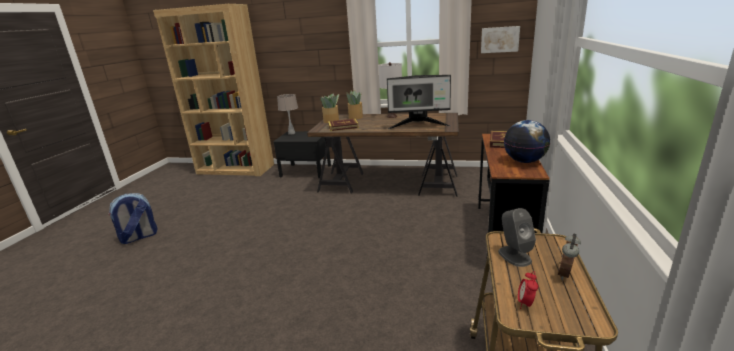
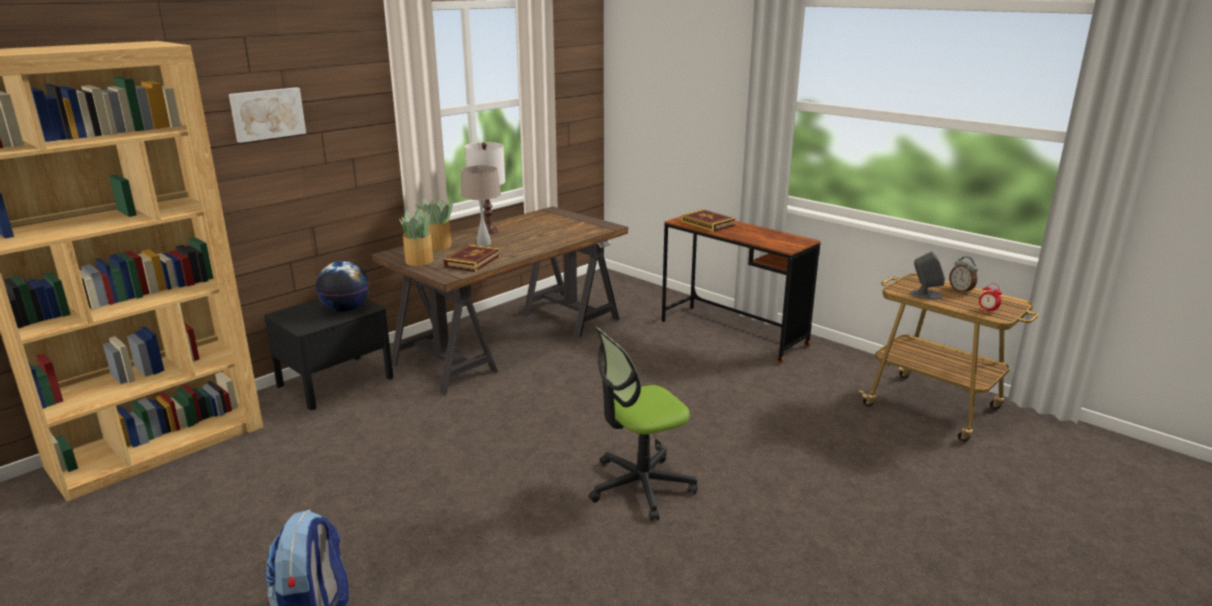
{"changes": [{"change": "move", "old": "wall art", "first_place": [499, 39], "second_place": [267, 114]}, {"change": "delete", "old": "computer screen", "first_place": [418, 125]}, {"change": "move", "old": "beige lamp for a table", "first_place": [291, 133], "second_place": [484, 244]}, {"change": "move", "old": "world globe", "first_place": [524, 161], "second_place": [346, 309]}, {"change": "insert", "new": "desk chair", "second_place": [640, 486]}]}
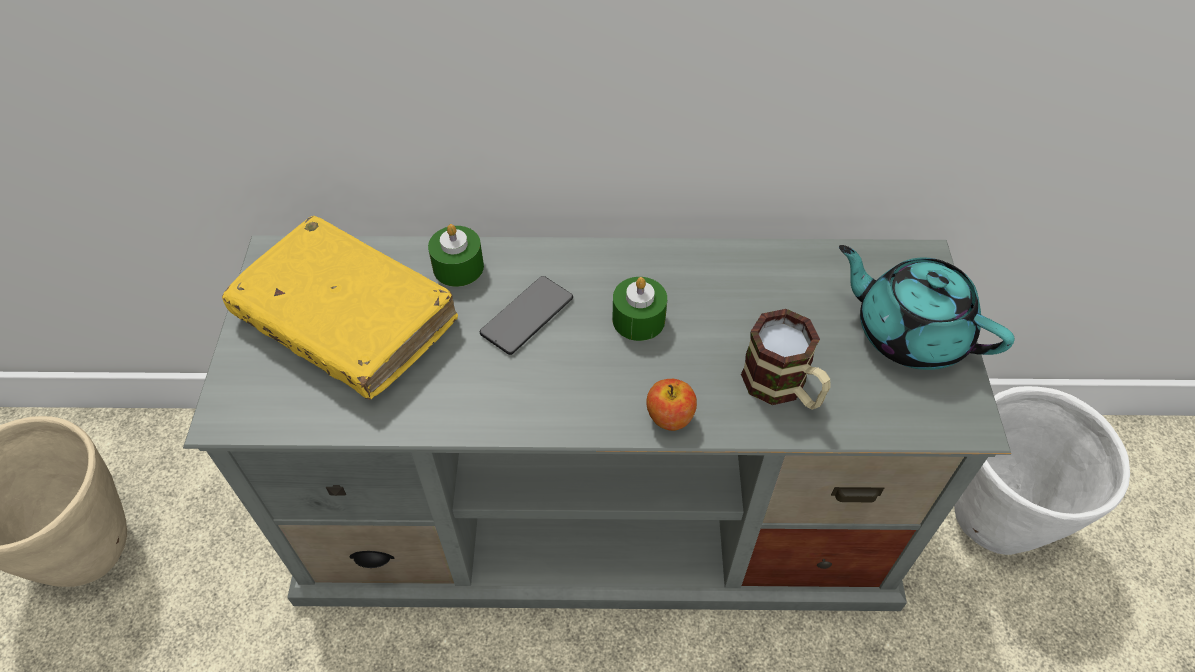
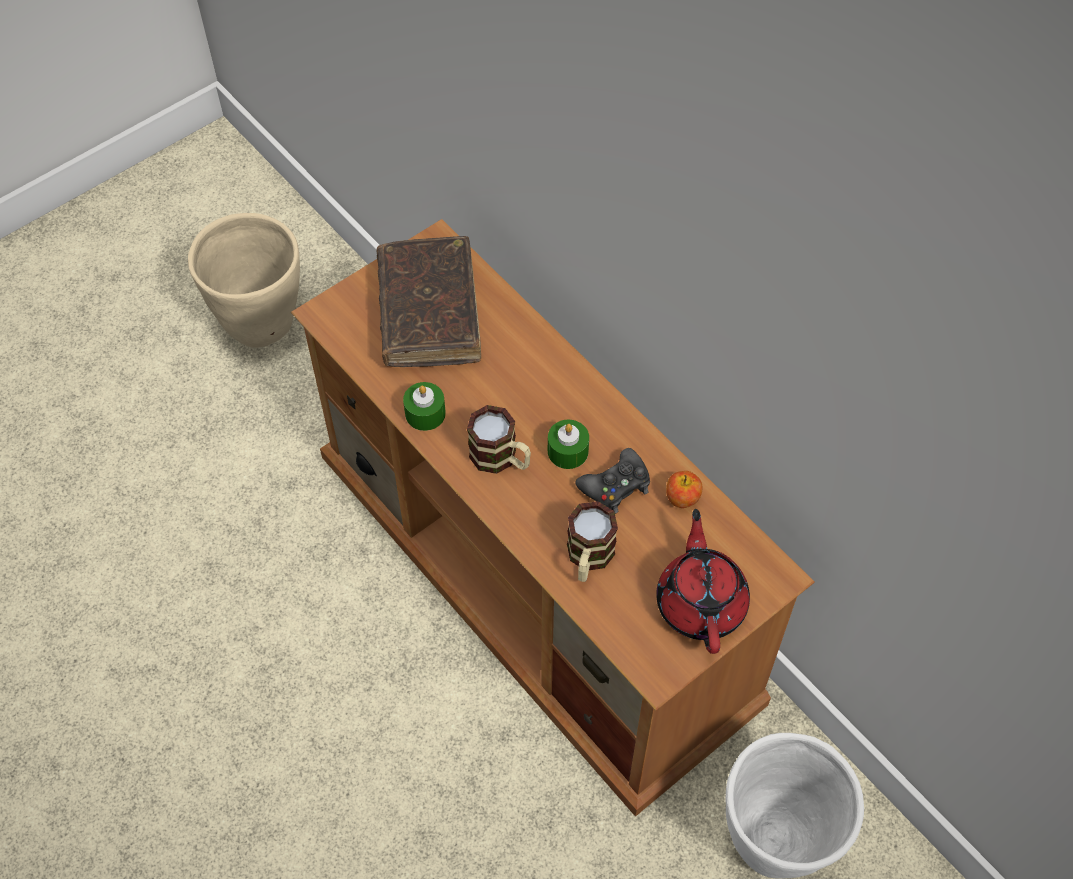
{"changes": [{"change": "recolor", "old": "yellow book", "new": "brownish book", "first_place": [346, 319], "second_place": [429, 312]}, {"change": "move", "old": "green-coloured candle", "first_place": [458, 267], "second_place": [425, 413]}, {"change": "recolor", "old": "gray tv unit", "new": "brownish tv unit", "first_place": [602, 510], "second_place": [539, 576]}, {"change": "recolor", "old": "turquoise-coloured tea pot", "new": "reddish tea pot", "first_place": [909, 332], "second_place": [701, 602]}, {"change": "delete", "old": "handset", "first_place": [527, 316]}, {"change": "move", "old": "whole apple", "first_place": [669, 417], "second_place": [682, 498]}, {"change": "insert", "new": "coffee mug", "second_place": [501, 458]}, {"change": "insert", "new": "black game controller", "second_place": [616, 486]}]}
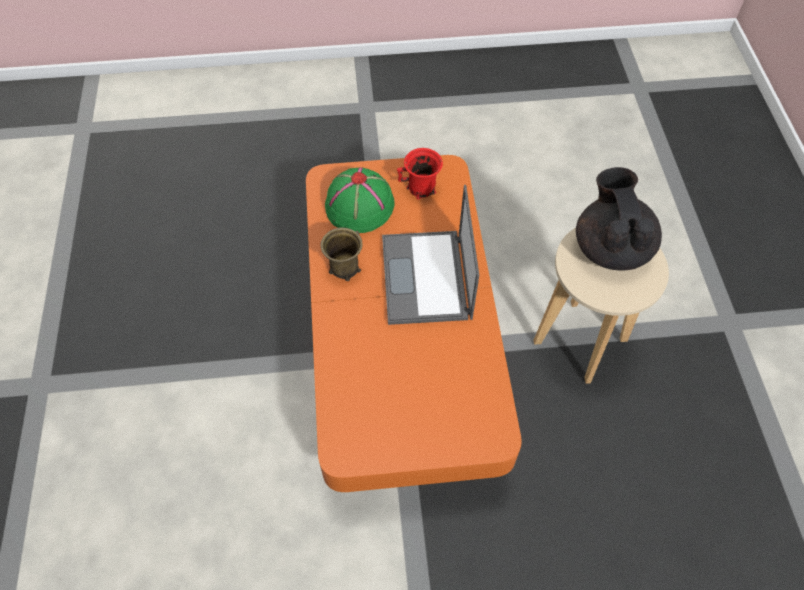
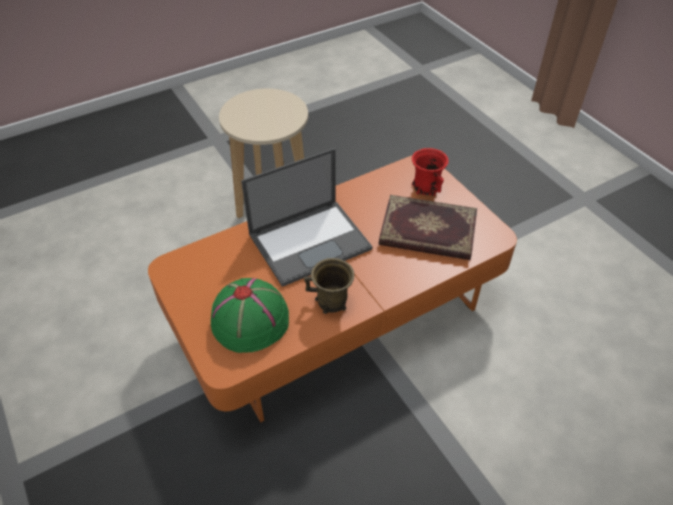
{"changes": [{"change": "move", "old": "reddish coffee mug", "first_place": [422, 188], "second_place": [426, 187]}, {"change": "delete", "old": "black tea pot", "first_place": [611, 247]}, {"change": "insert", "new": "book", "second_place": [427, 232]}]}
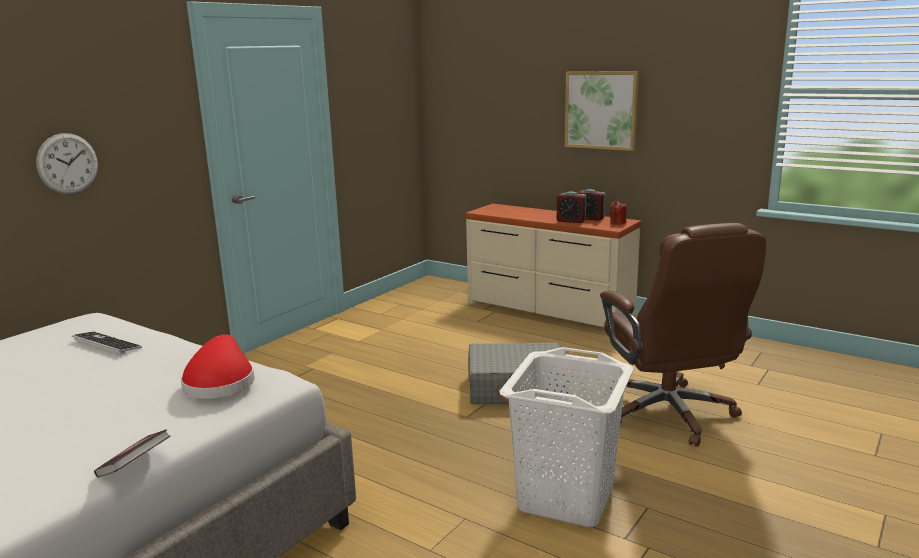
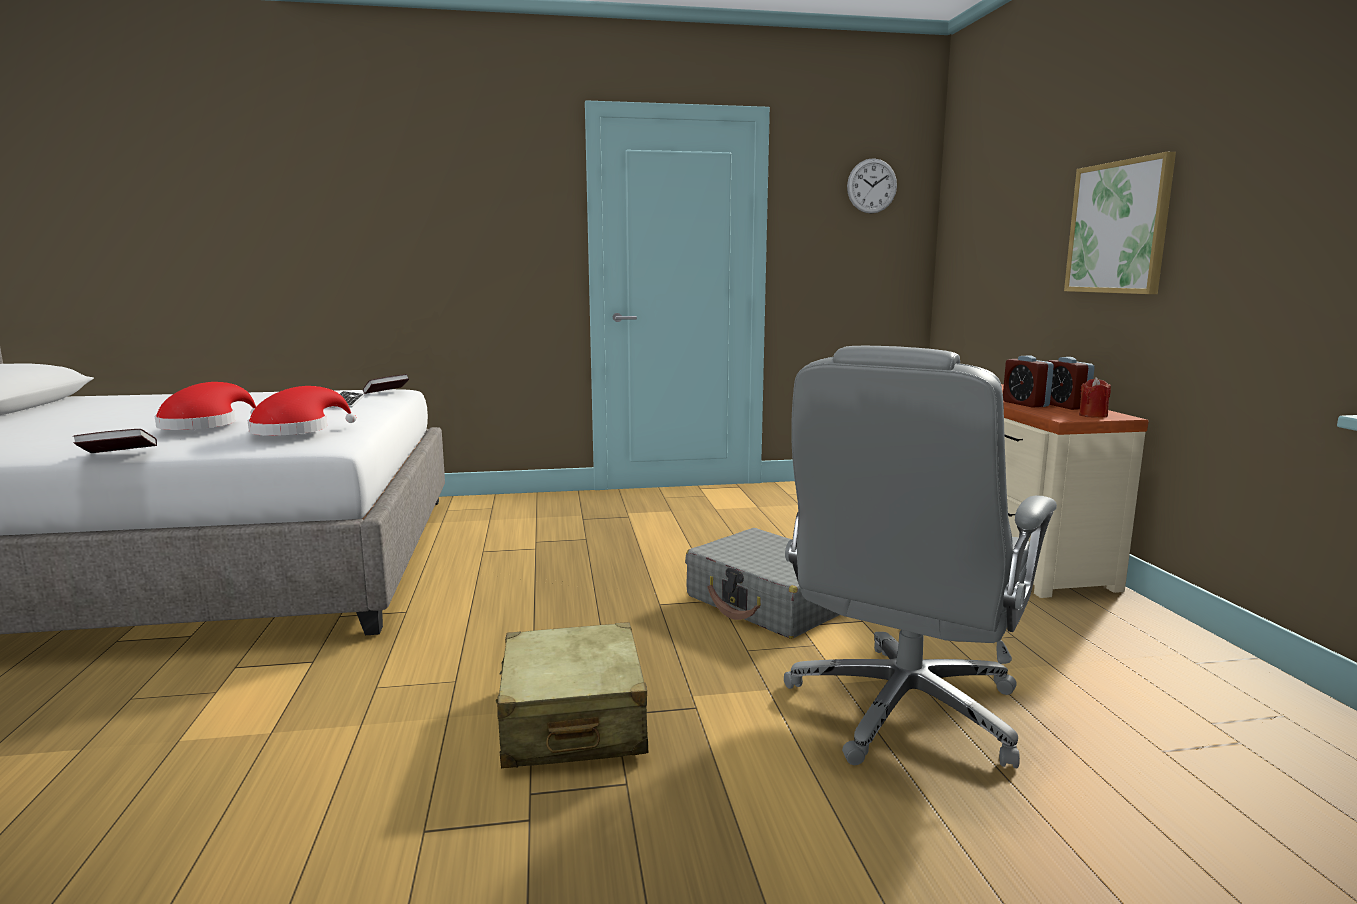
{"changes": [{"change": "move", "old": "wall clock", "first_place": [67, 163], "second_place": [872, 186]}, {"change": "recolor", "old": "brownish desk chair", "new": "gray desk chair", "first_place": [669, 414], "second_place": [903, 711]}, {"change": "replace", "old": "white laundry basket", "new": "beige suitcase", "first_place": [567, 498], "second_place": [572, 720]}, {"change": "insert", "new": "book", "second_place": [386, 393]}, {"change": "insert", "new": "reddish hat", "second_place": [204, 425]}]}
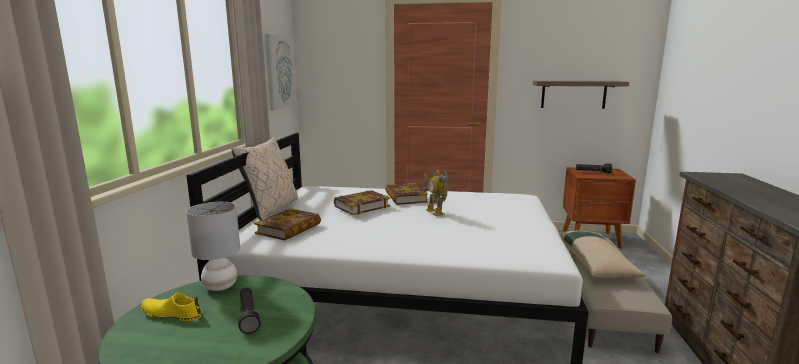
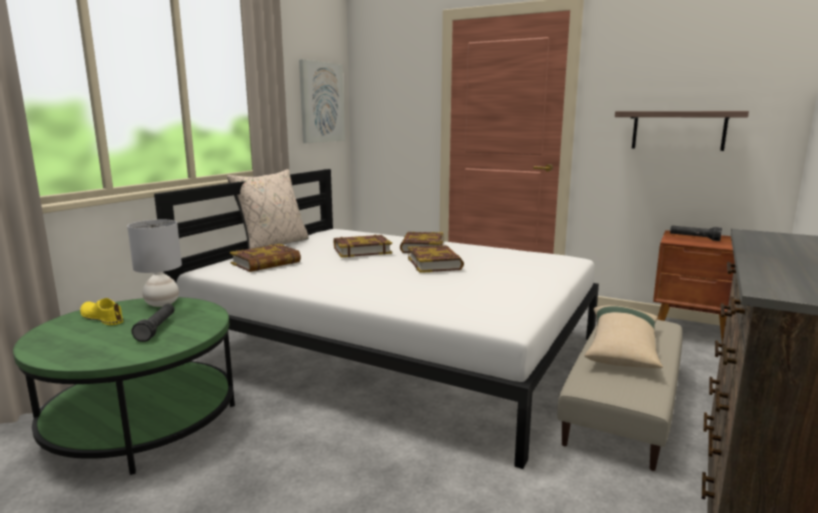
{"changes": [{"change": "replace", "old": "robot figure", "new": "book", "first_place": [434, 212], "second_place": [434, 263]}]}
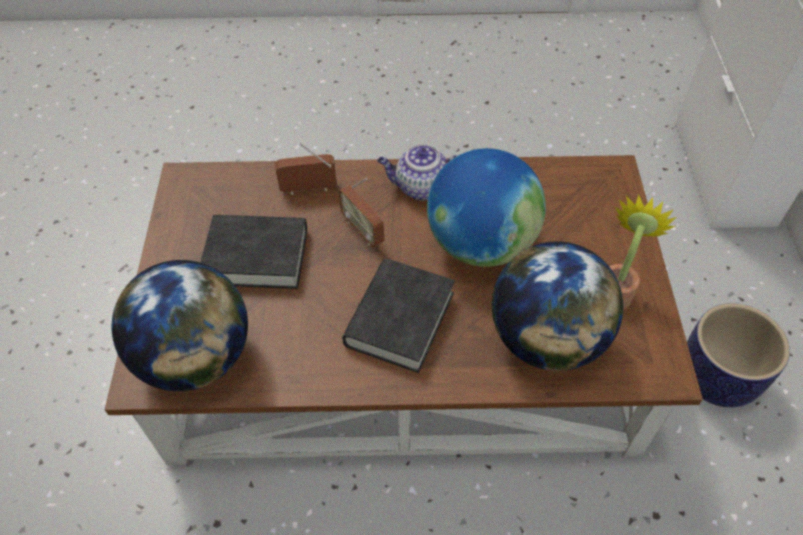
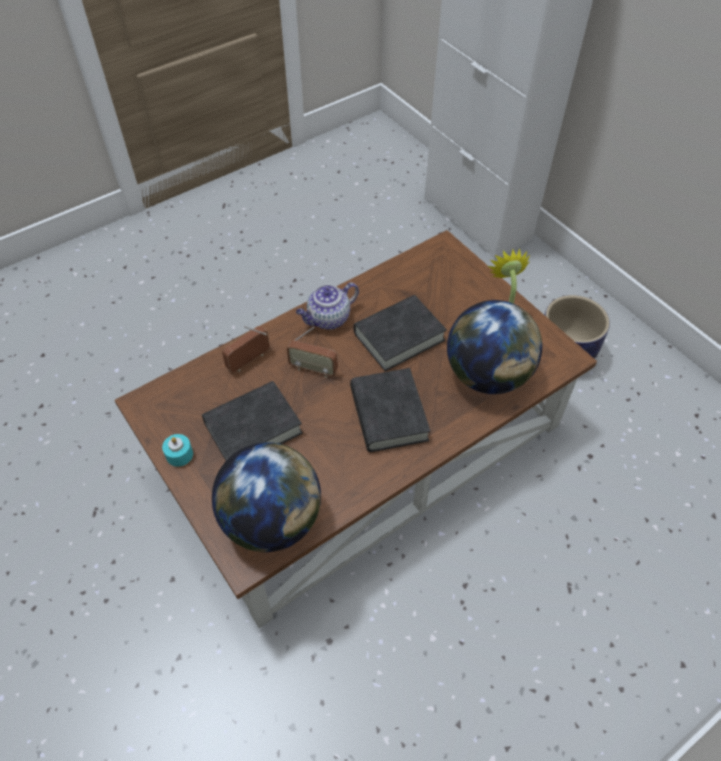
{"changes": [{"change": "replace", "old": "world globe", "new": "black book", "first_place": [480, 243], "second_place": [399, 337]}, {"change": "insert", "new": "turquoise-coloured candle", "second_place": [179, 454]}]}
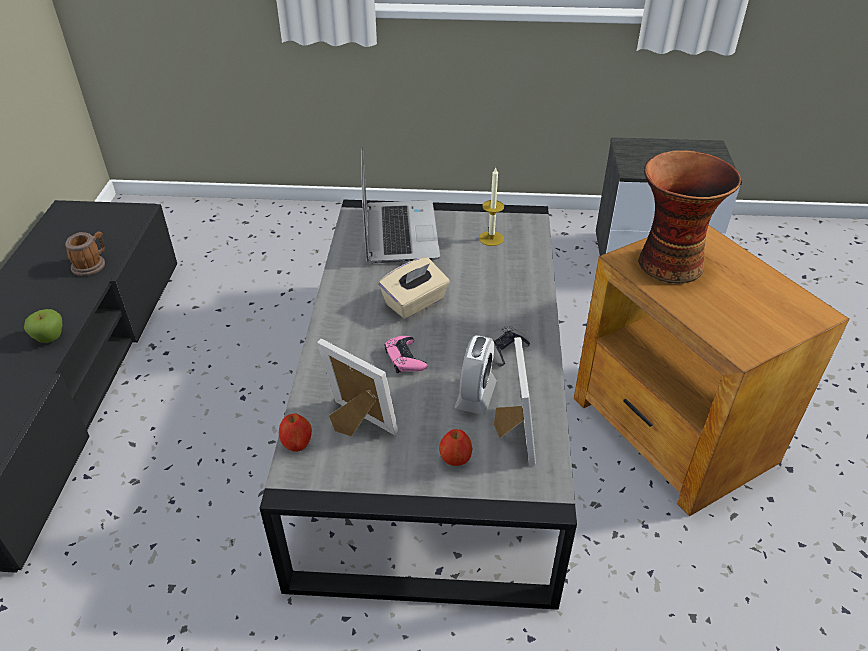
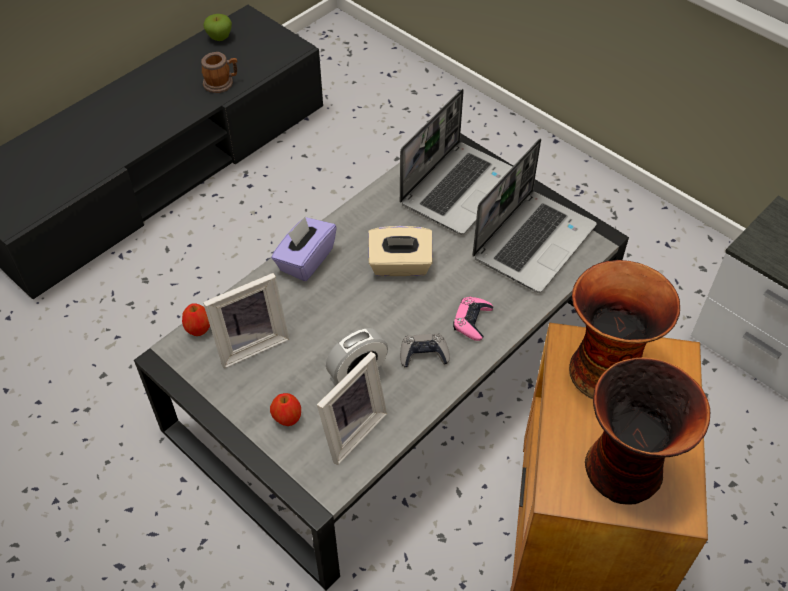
{"changes": [{"change": "replace", "old": "candle", "new": "portable computer", "first_place": [491, 238], "second_place": [533, 241]}, {"change": "move", "old": "whole apple", "first_place": [50, 338], "second_place": [219, 38]}, {"change": "move", "old": "pinkish game controller", "first_place": [405, 358], "second_place": [472, 321]}, {"change": "rotate", "old": "photo frame", "first_place": [356, 425], "second_place": [250, 342], "degrees": 75}, {"change": "insert", "new": "purple-coloured tissue box", "second_place": [305, 260]}, {"change": "insert", "new": "vase", "second_place": [626, 471]}]}
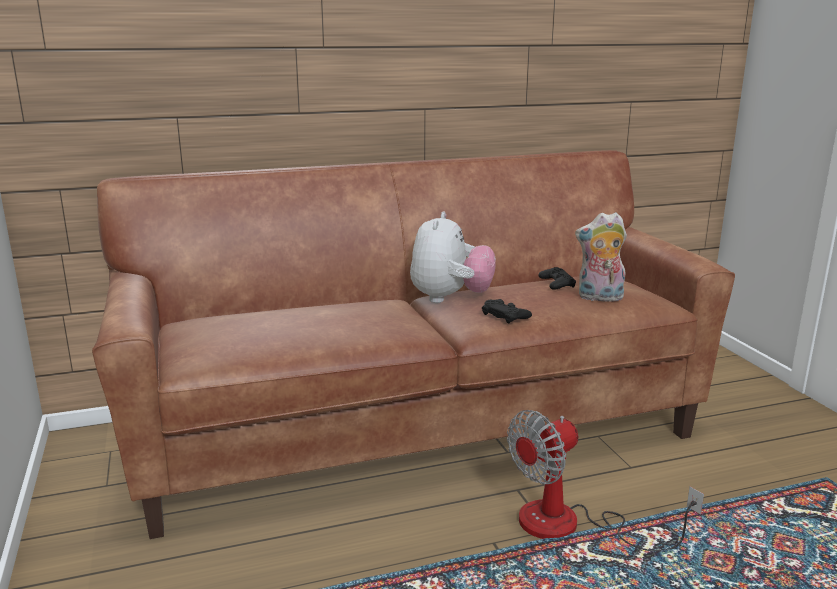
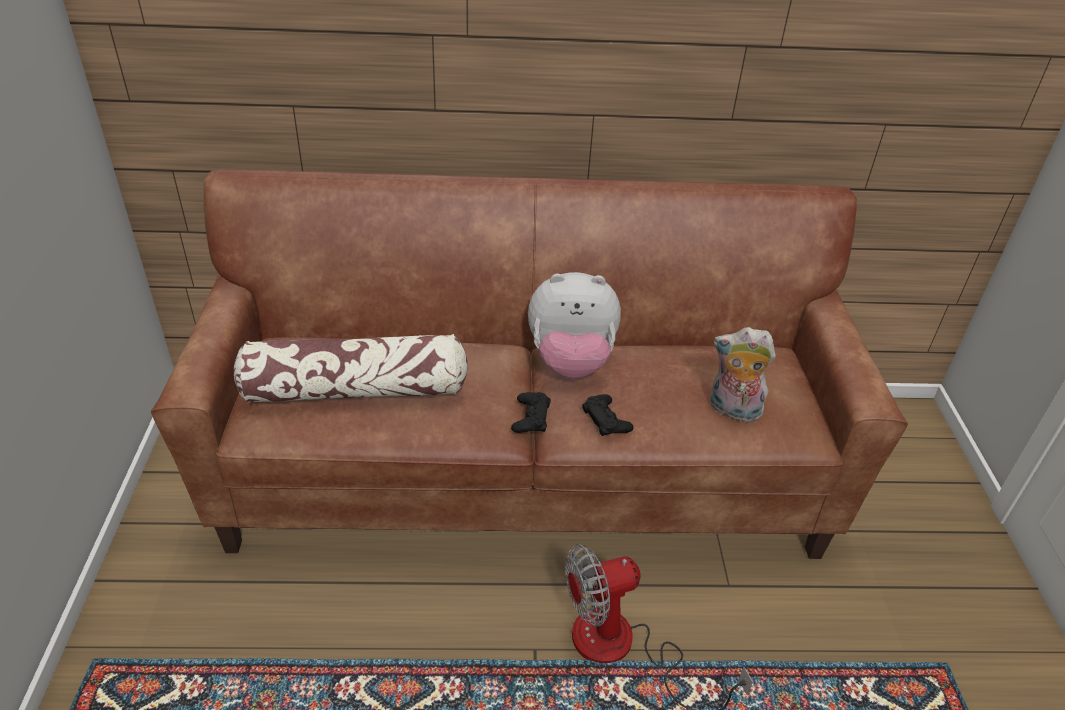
{"changes": [{"change": "rotate", "old": "soft toy", "first_place": [450, 298], "second_place": [570, 362], "degrees": 60}, {"change": "move", "old": "black game controller", "first_place": [556, 283], "second_place": [531, 417]}, {"change": "insert", "new": "pillow", "second_place": [356, 390]}]}
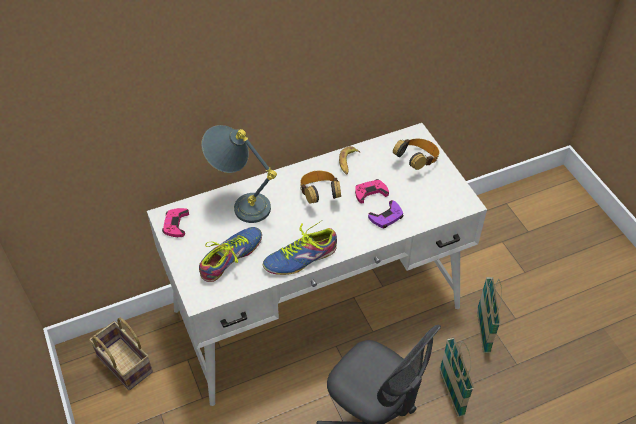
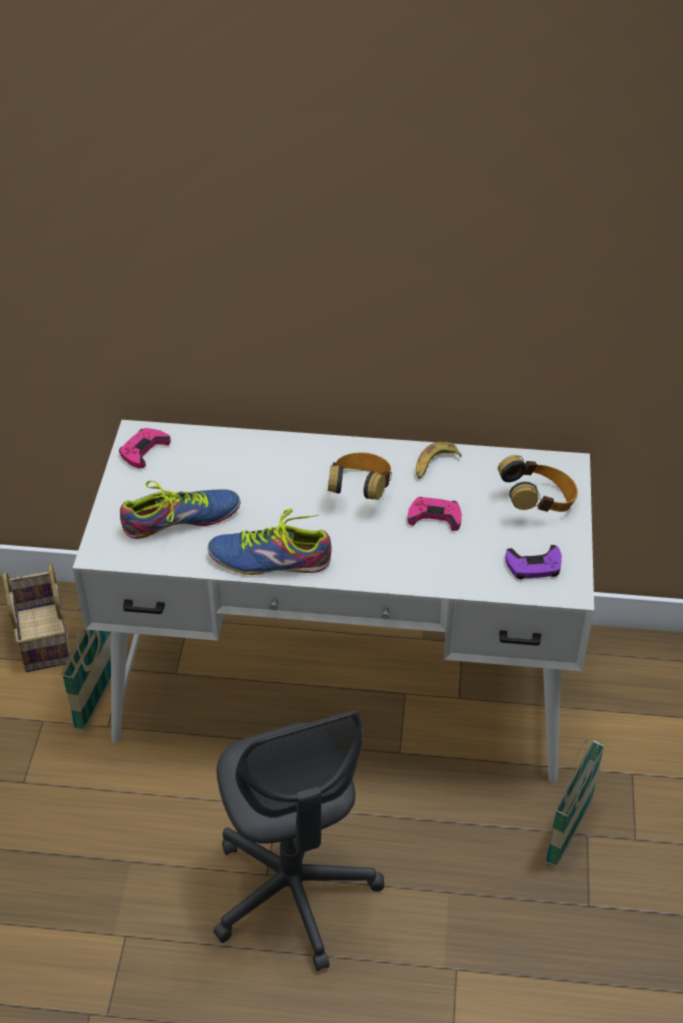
{"changes": [{"change": "delete", "old": "gray lamp for a table", "first_place": [240, 203]}, {"change": "move", "old": "purple-coloured game controller", "first_place": [386, 217], "second_place": [534, 566]}, {"change": "move", "old": "storage basket", "first_place": [451, 392], "second_place": [96, 700]}]}
